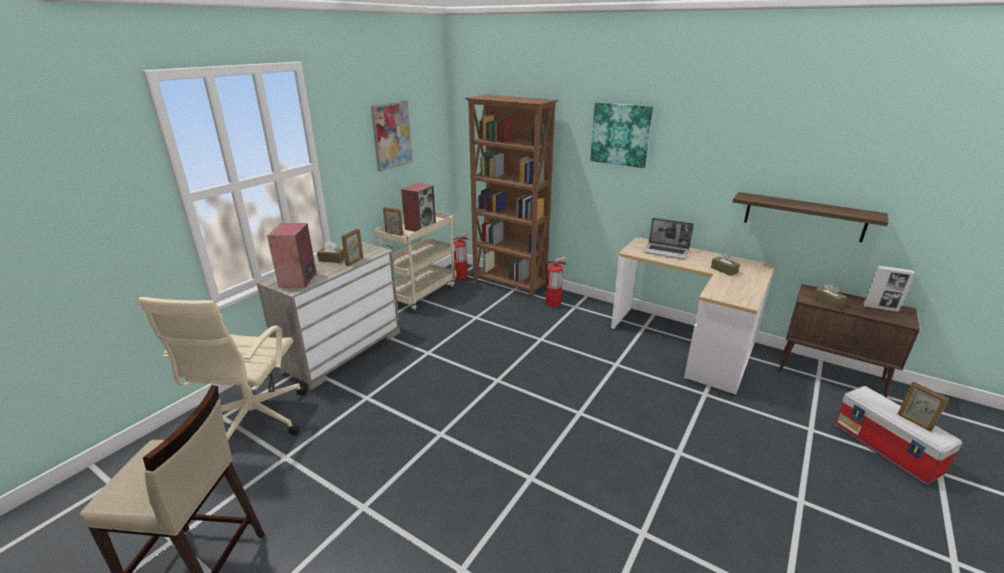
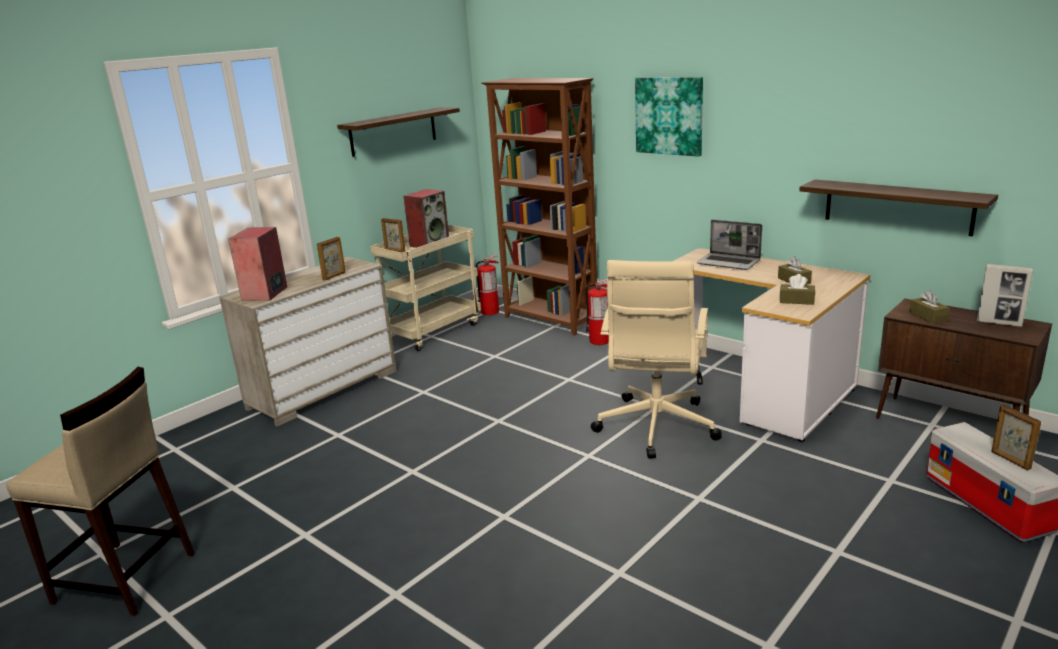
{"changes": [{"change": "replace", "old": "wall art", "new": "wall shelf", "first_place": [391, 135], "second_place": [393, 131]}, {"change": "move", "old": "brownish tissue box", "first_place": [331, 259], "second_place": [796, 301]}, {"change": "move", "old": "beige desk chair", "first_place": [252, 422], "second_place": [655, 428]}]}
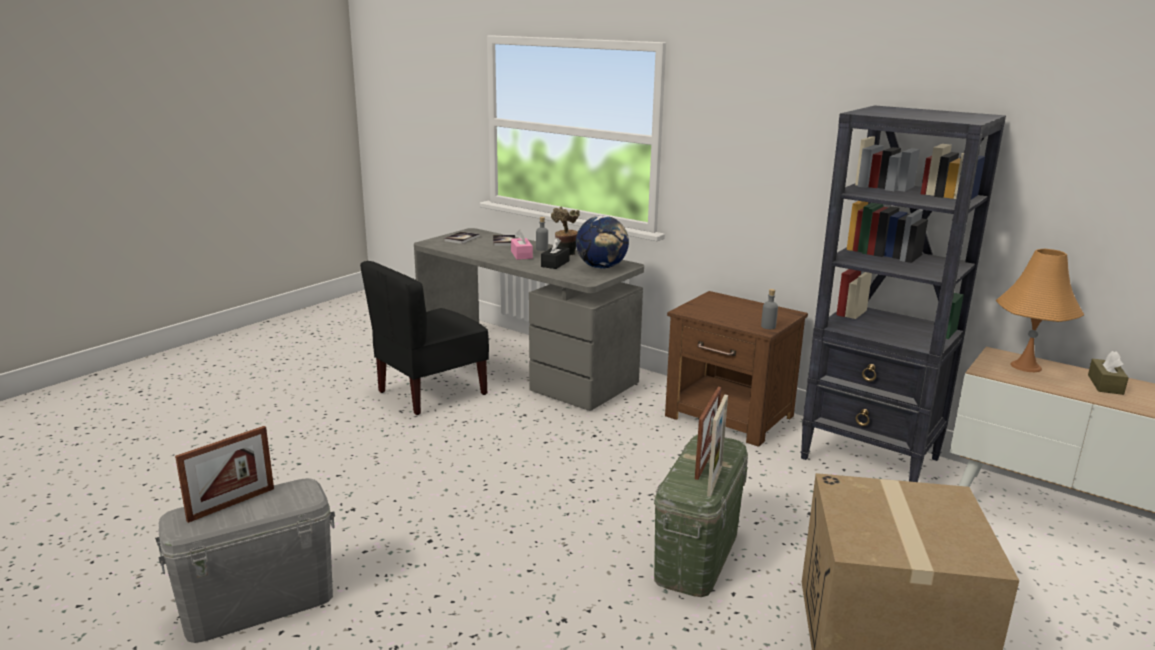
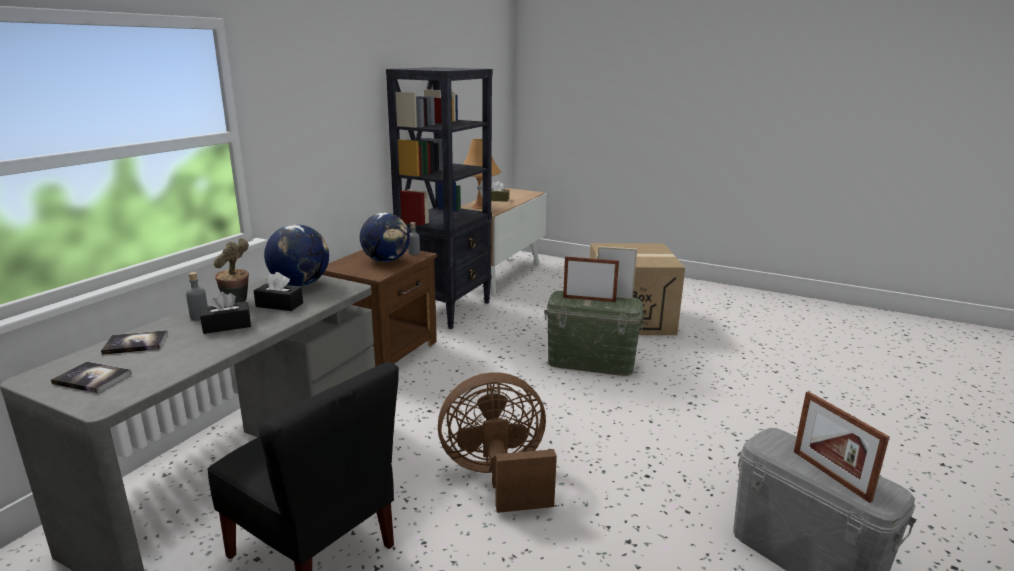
{"changes": [{"change": "recolor", "old": "pinkish tissue box", "new": "black tissue box", "first_place": [521, 255], "second_place": [227, 326]}, {"change": "rotate", "old": "photo frame", "first_place": [231, 504], "second_place": [830, 475], "degrees": -150}, {"change": "insert", "new": "world globe", "second_place": [386, 260]}, {"change": "insert", "new": "brownish electric fan", "second_place": [497, 477]}]}
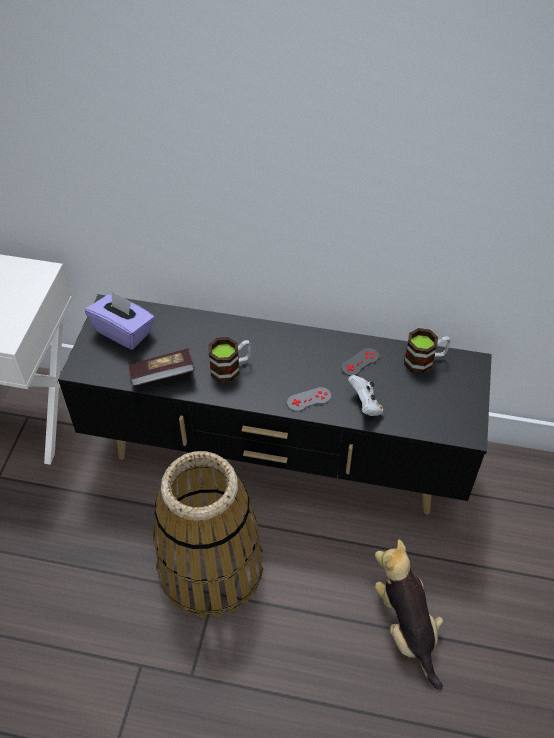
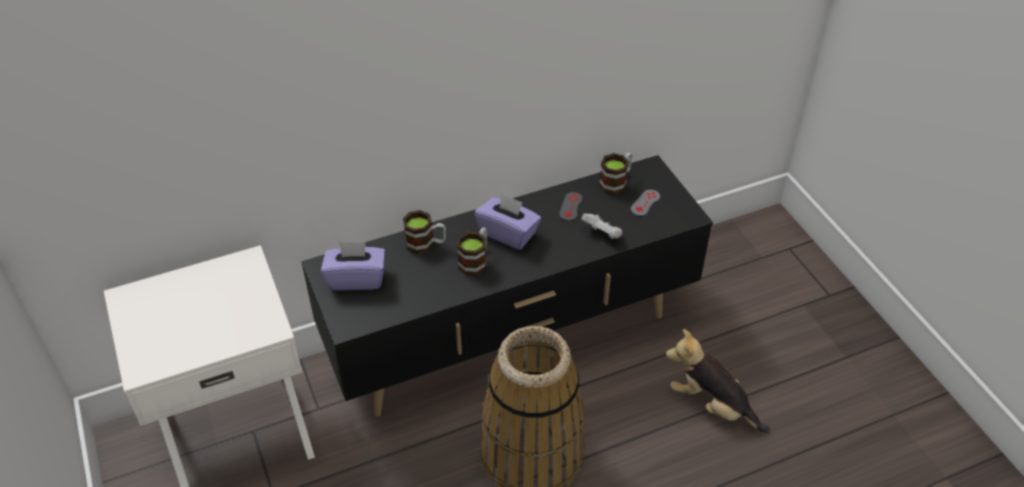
{"changes": [{"change": "delete", "old": "book", "first_place": [163, 376]}, {"change": "move", "old": "gray game controller", "first_place": [309, 399], "second_place": [645, 203]}, {"change": "insert", "new": "purple-coloured tissue box", "second_place": [508, 233]}, {"change": "insert", "new": "coffee mug", "second_place": [425, 244]}]}
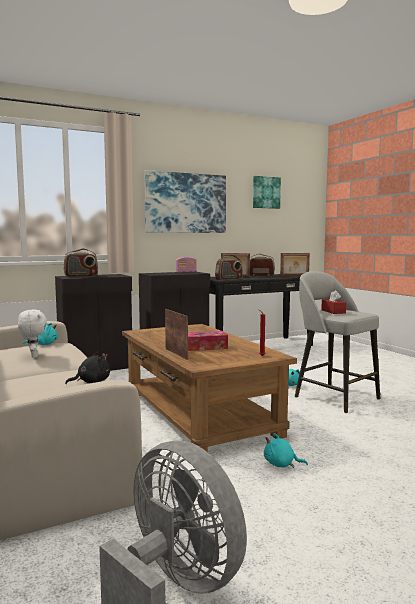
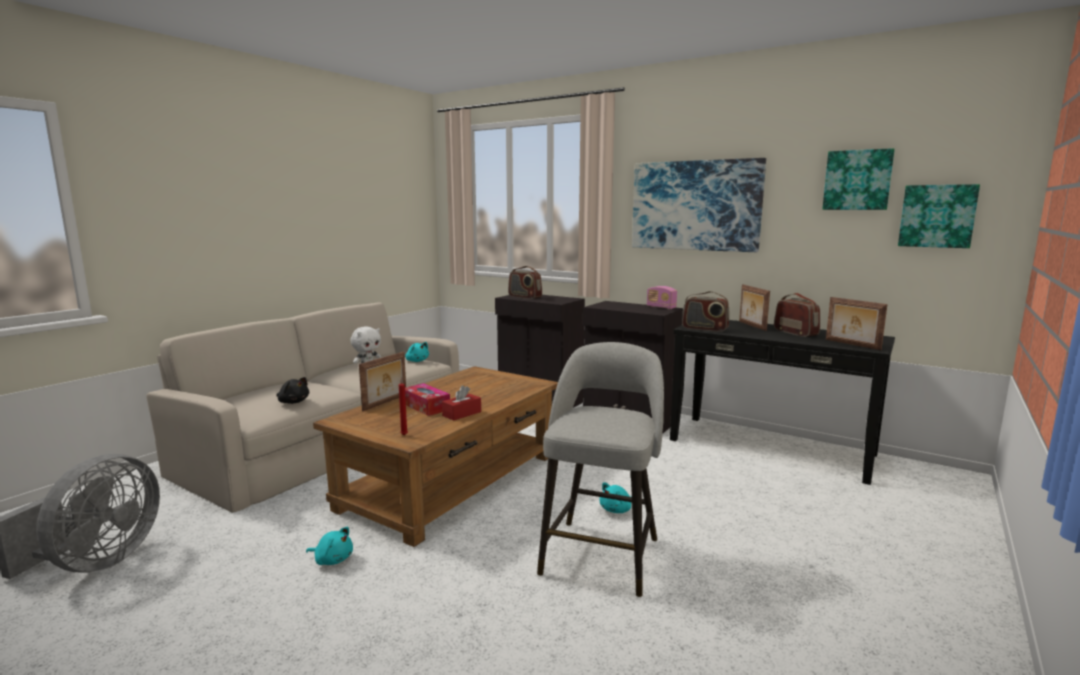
{"changes": [{"change": "move", "old": "reddish tissue box", "first_place": [333, 311], "second_place": [462, 414]}, {"change": "rotate", "old": "turquoise-coloured soft toy", "first_place": [281, 464], "second_place": [332, 559], "degrees": 120}, {"change": "insert", "new": "wall art", "second_place": [937, 216]}]}
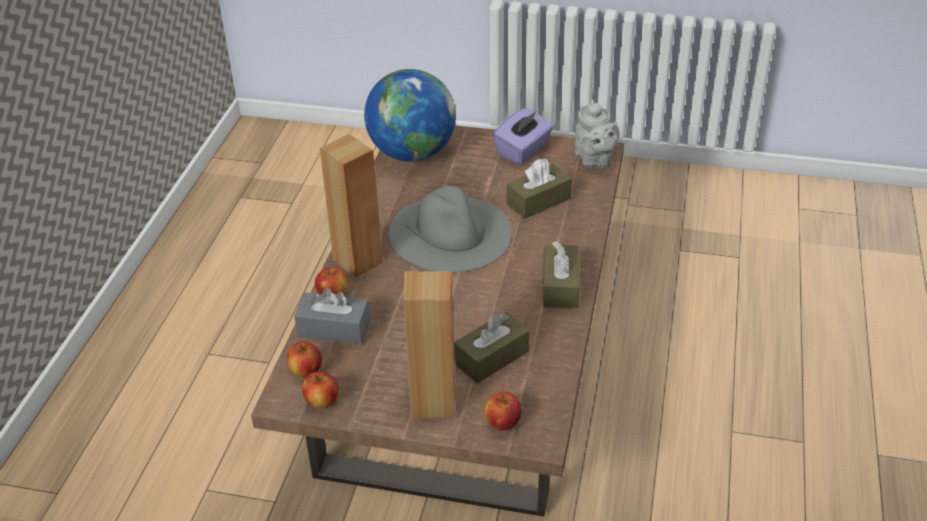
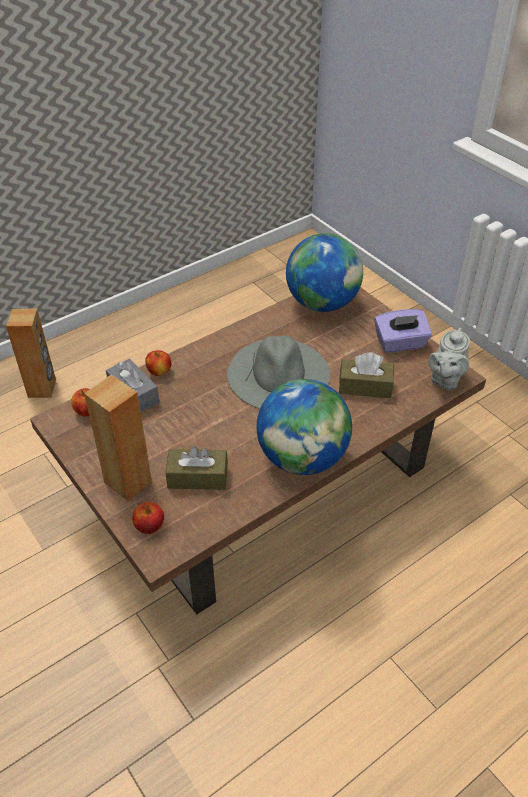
{"changes": [{"change": "move", "old": "brownish loudspeaker", "first_place": [358, 260], "second_place": [42, 388]}, {"change": "replace", "old": "brownish tissue box", "new": "world globe", "first_place": [560, 286], "second_place": [302, 458]}, {"change": "delete", "old": "whole apple", "first_place": [322, 401]}]}
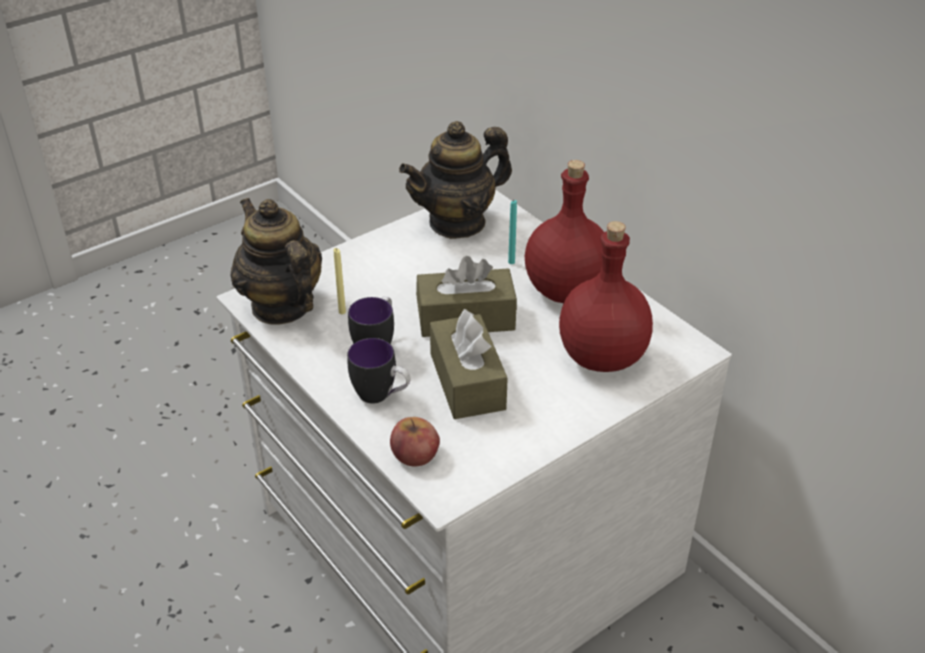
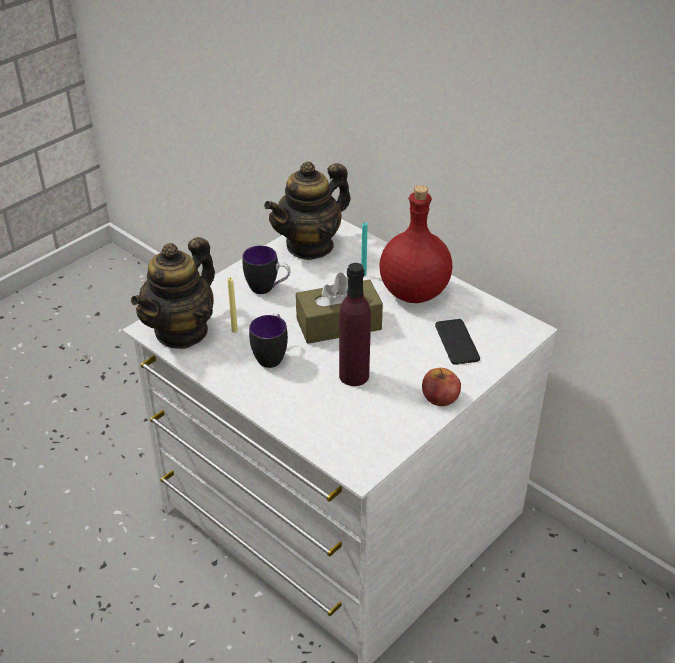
{"changes": [{"change": "rotate", "old": "tea pot", "first_place": [281, 306], "second_place": [181, 331], "degrees": -105}, {"change": "replace", "old": "reddish beverage bottle", "new": "handset", "first_place": [602, 356], "second_place": [457, 342]}, {"change": "replace", "old": "brownish tissue box", "new": "purple-coloured beverage bottle", "first_place": [467, 381], "second_place": [354, 375]}, {"change": "move", "old": "coffee mug", "first_place": [381, 396], "second_place": [268, 289]}, {"change": "move", "old": "whole apple", "first_place": [415, 454], "second_place": [440, 397]}]}
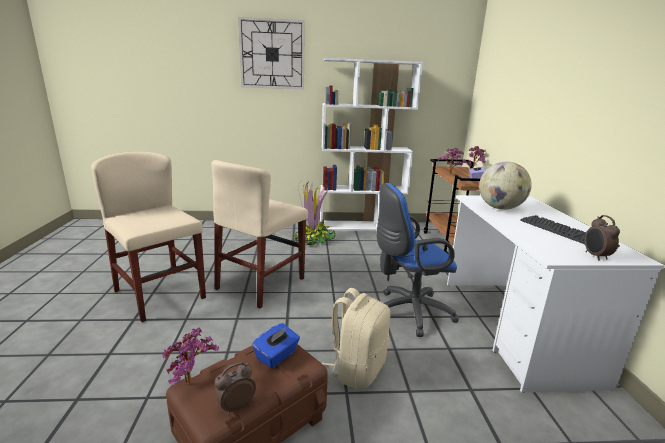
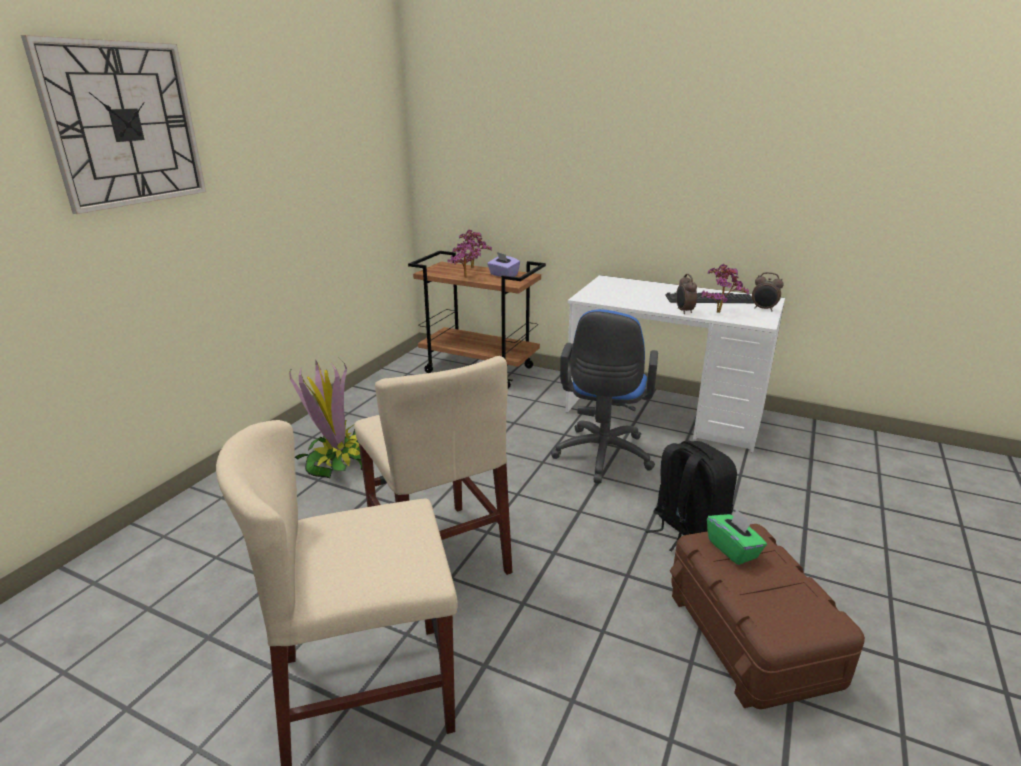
{"changes": [{"change": "delete", "old": "white bookshelf", "first_place": [361, 226]}, {"change": "delete", "old": "world globe", "first_place": [500, 208]}, {"change": "recolor", "old": "beige backpack", "new": "black backpack", "first_place": [357, 369], "second_place": [686, 529]}, {"change": "recolor", "old": "blue-coloured tissue box", "new": "green-coloured tissue box", "first_place": [277, 356], "second_place": [733, 549]}, {"change": "move", "old": "houseplant", "first_place": [193, 384], "second_place": [719, 312]}, {"change": "move", "old": "table clock", "first_place": [236, 406], "second_place": [684, 311]}]}
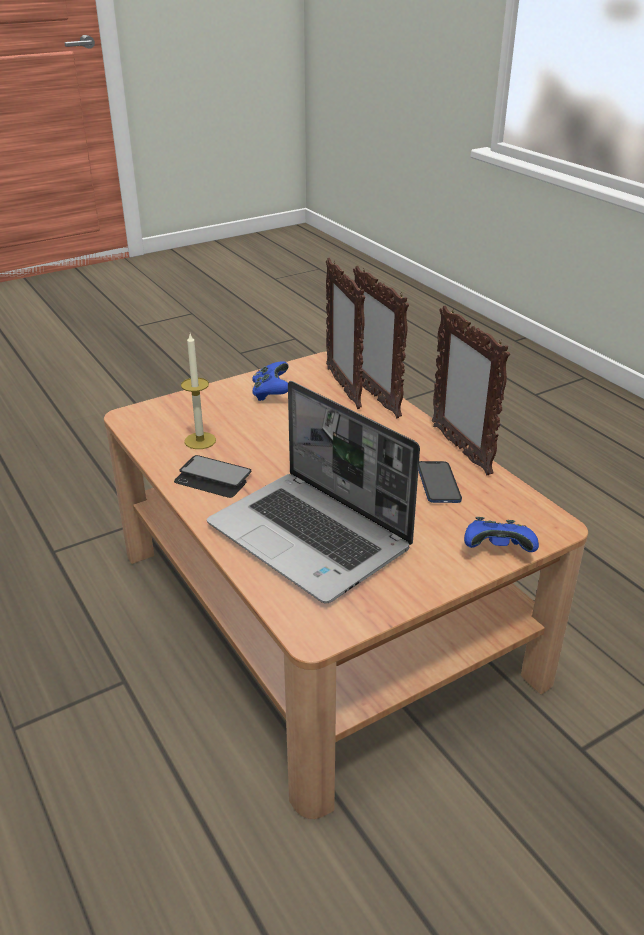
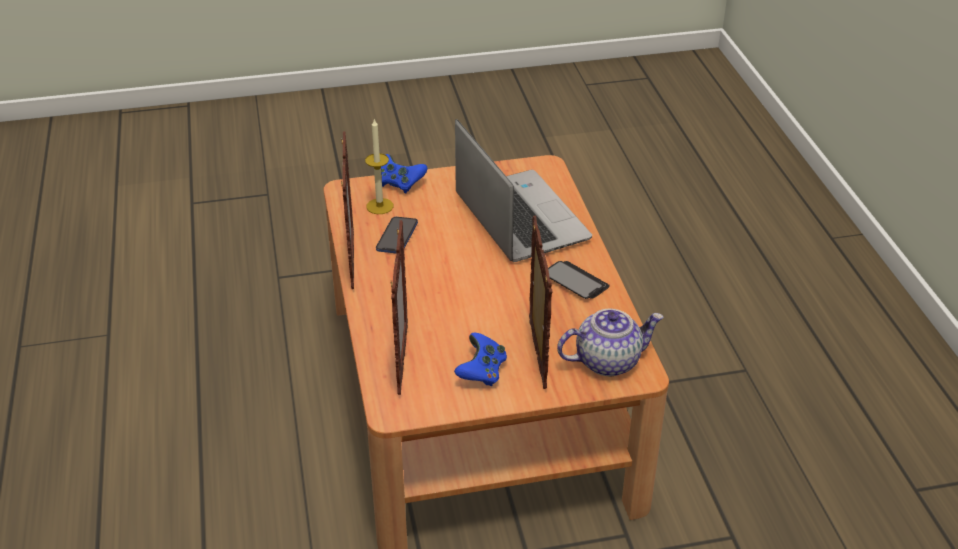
{"changes": [{"change": "move", "old": "photo frame", "first_place": [375, 397], "second_place": [536, 355]}, {"change": "move", "old": "candle", "first_place": [200, 440], "second_place": [379, 206]}, {"change": "insert", "new": "tea pot", "second_place": [608, 360]}]}
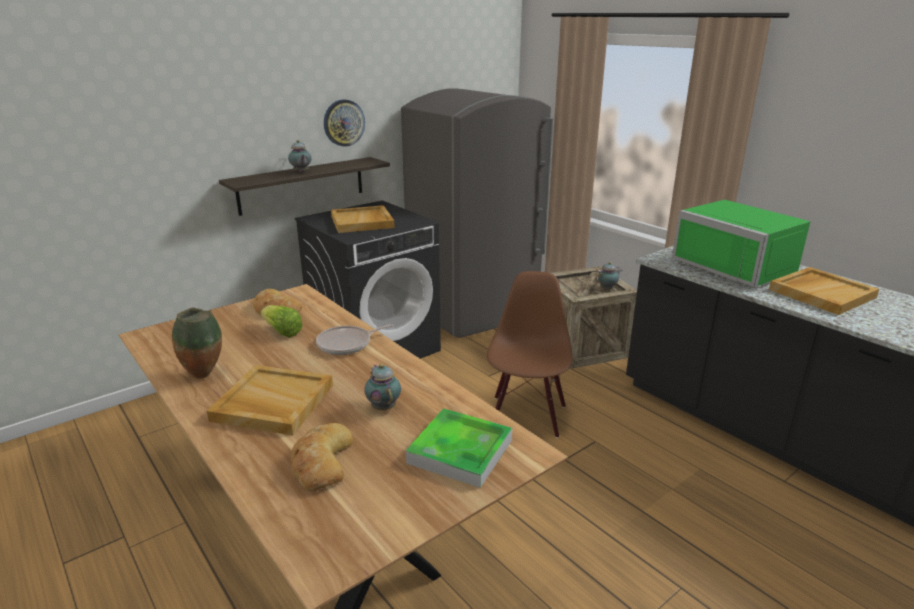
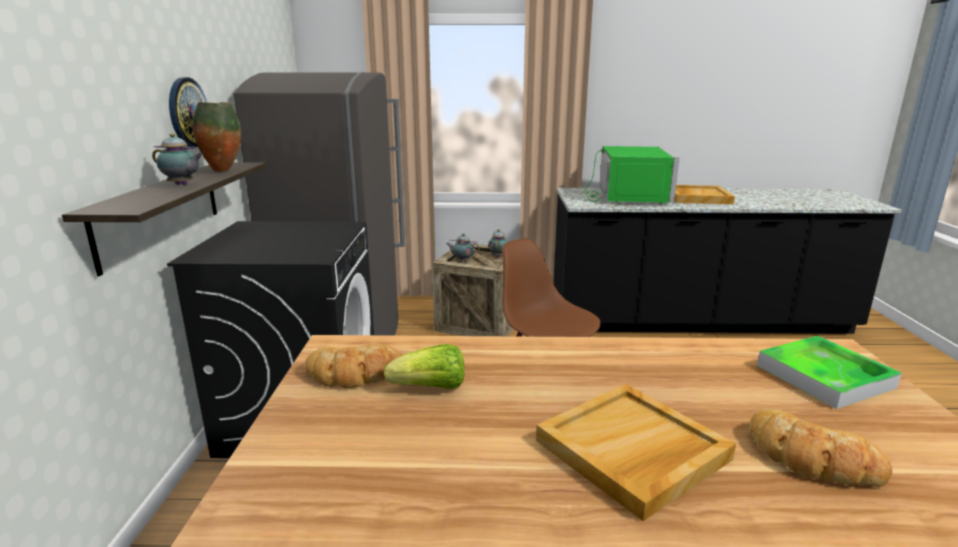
{"changes": [{"change": "rotate", "old": "green-coloured kitchen microwave", "first_place": [738, 266], "second_place": [626, 196], "degrees": -90}, {"change": "delete", "old": "beige tray", "first_place": [362, 222]}, {"change": "move", "old": "vase", "first_place": [204, 375], "second_place": [223, 171]}, {"change": "delete", "old": "frying pan", "first_place": [347, 344]}, {"change": "move", "old": "tea pot", "first_place": [383, 407], "second_place": [462, 261]}]}
